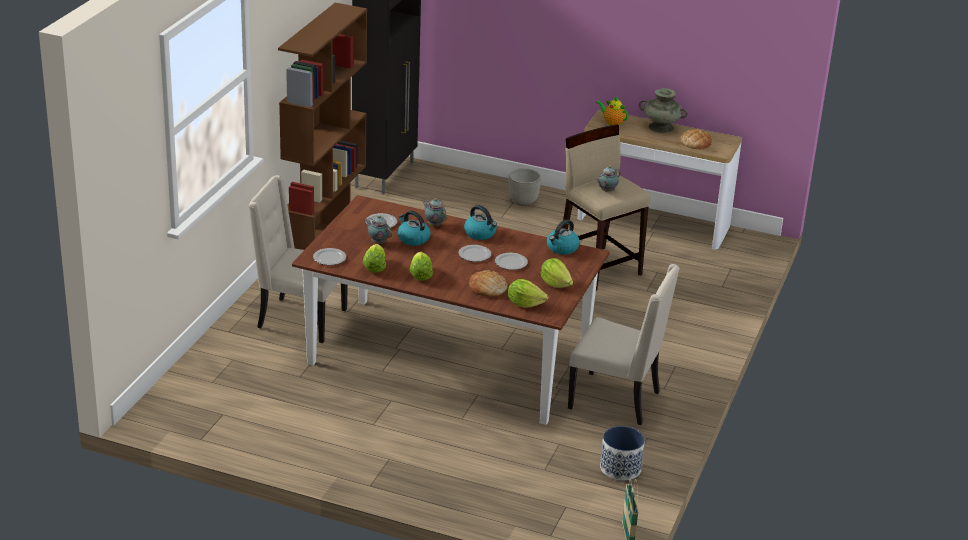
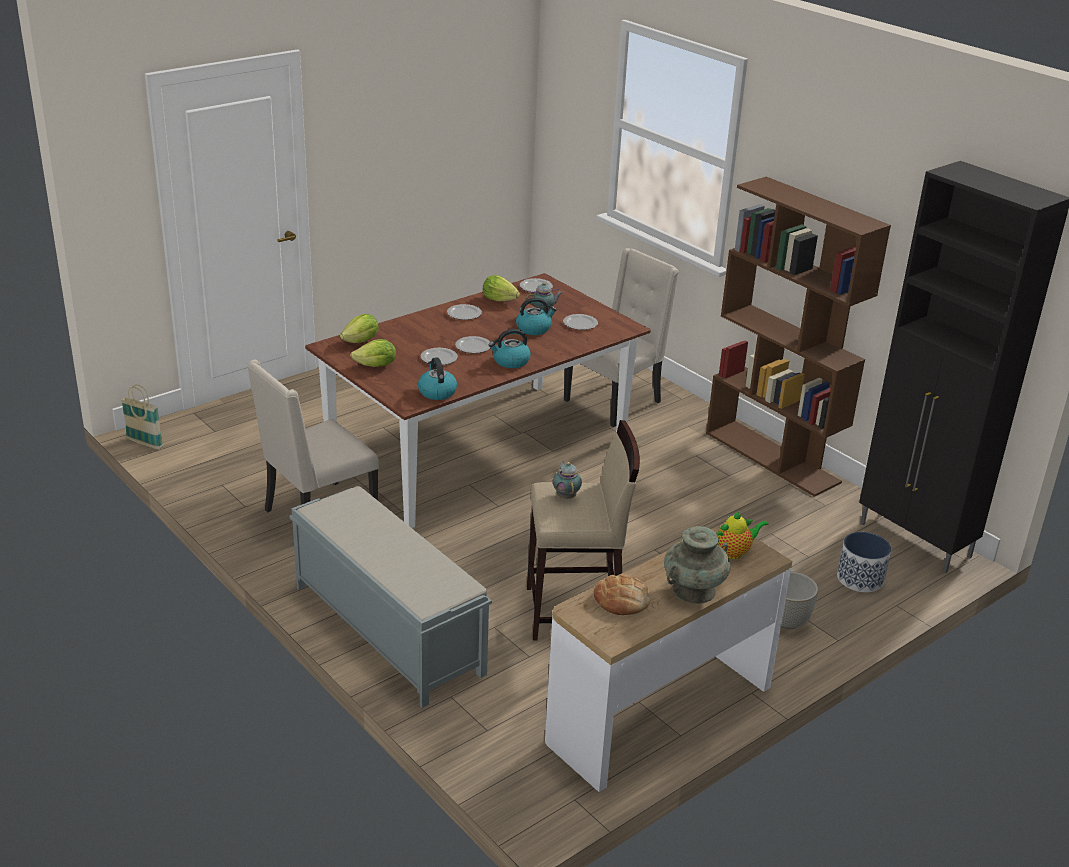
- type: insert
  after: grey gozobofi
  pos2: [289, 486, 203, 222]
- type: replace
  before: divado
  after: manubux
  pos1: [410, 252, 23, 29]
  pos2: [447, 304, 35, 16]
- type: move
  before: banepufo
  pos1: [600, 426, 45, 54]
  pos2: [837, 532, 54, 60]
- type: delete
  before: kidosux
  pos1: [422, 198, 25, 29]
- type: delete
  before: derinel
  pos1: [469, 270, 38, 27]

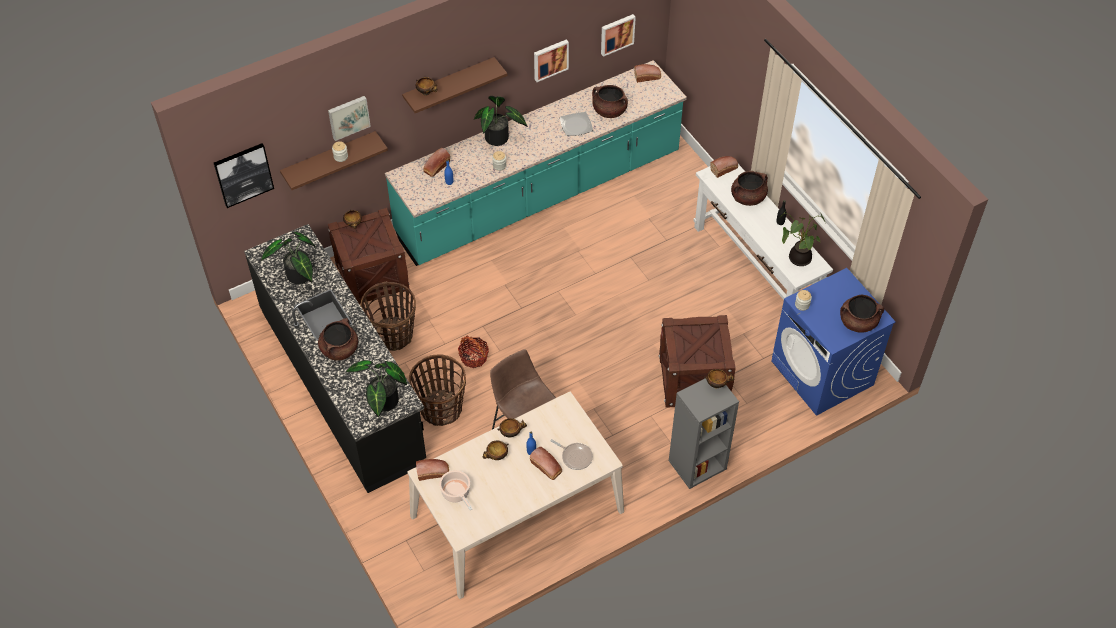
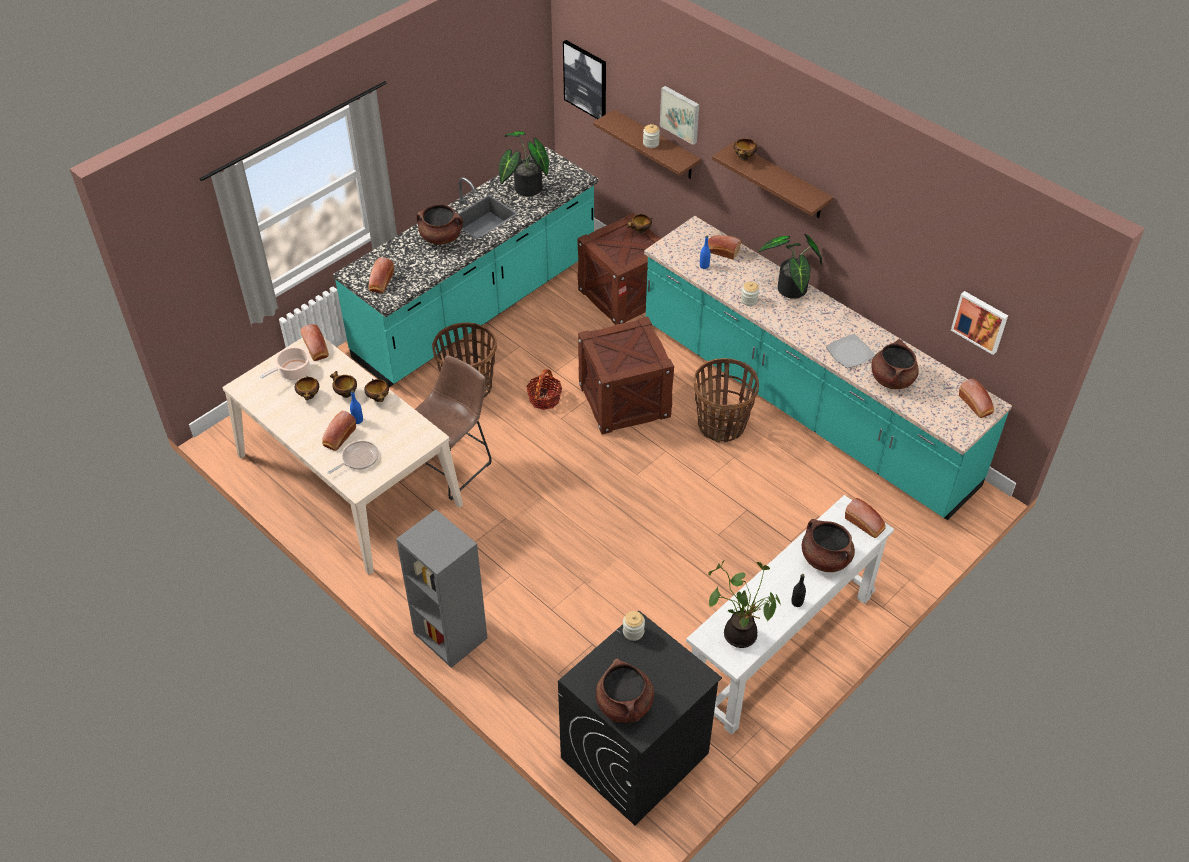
- type: move
  before: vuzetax
  pos1: [704, 369, 31, 20]
  pos2: [295, 376, 24, 24]
- type: rotate
  before: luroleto
  pos1: [550, 439, 43, 31]
  pos2: [327, 441, 52, 33]
  turn: -150
- type: recolor
  before: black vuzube
  after: turquoise vuzube
  pos1: [244, 224, 182, 269]
  pos2: [333, 146, 265, 241]
- type: replace
  before: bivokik
  after: derinel
  pos1: [346, 360, 61, 57]
  pos2: [369, 257, 25, 36]
- type: recolor
  before: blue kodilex
  after: black kodilex
  pos1: [771, 268, 125, 148]
  pos2: [558, 610, 164, 216]
- type: move
  before: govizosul
  pos1: [658, 315, 78, 93]
  pos2: [578, 316, 96, 119]
- type: move
  before: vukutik
  pos1: [361, 281, 55, 70]
  pos2: [693, 358, 66, 85]
- type: delete
  before: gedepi
  pos1: [534, 39, 35, 43]

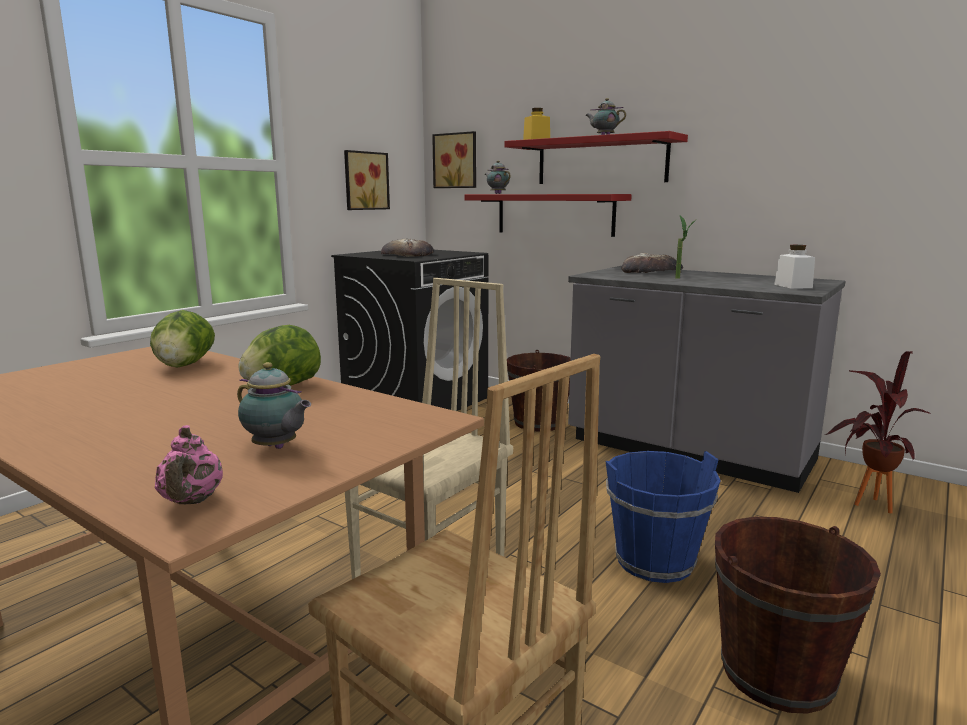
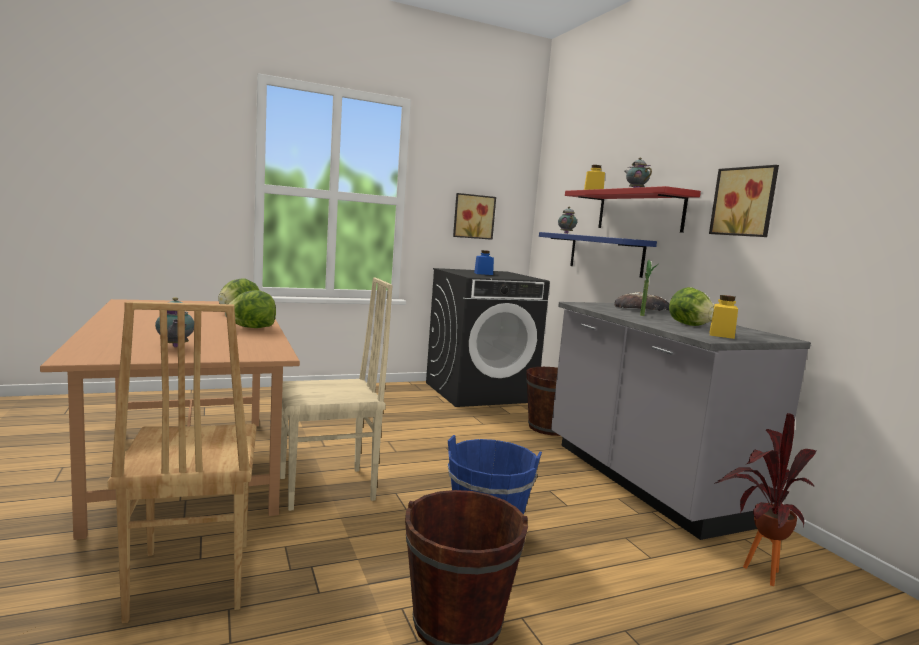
- type: replace
  before: derinel
  after: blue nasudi
  pos1: [381, 239, 53, 18]
  pos2: [474, 250, 20, 25]
- type: recolor
  before: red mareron
  after: blue mareron
  pos1: [465, 194, 167, 43]
  pos2: [539, 232, 118, 46]
- type: insert
  after: divado
  pos2: [669, 287, 45, 39]
- type: move
  before: gedepi
  pos1: [432, 131, 44, 57]
  pos2: [709, 165, 70, 72]
- type: recolor
  before: white nasudi
  after: yellow nasudi
  pos1: [774, 245, 41, 44]
  pos2: [710, 295, 28, 44]
- type: delete
  before: pink kidosux
  pos1: [155, 425, 68, 79]

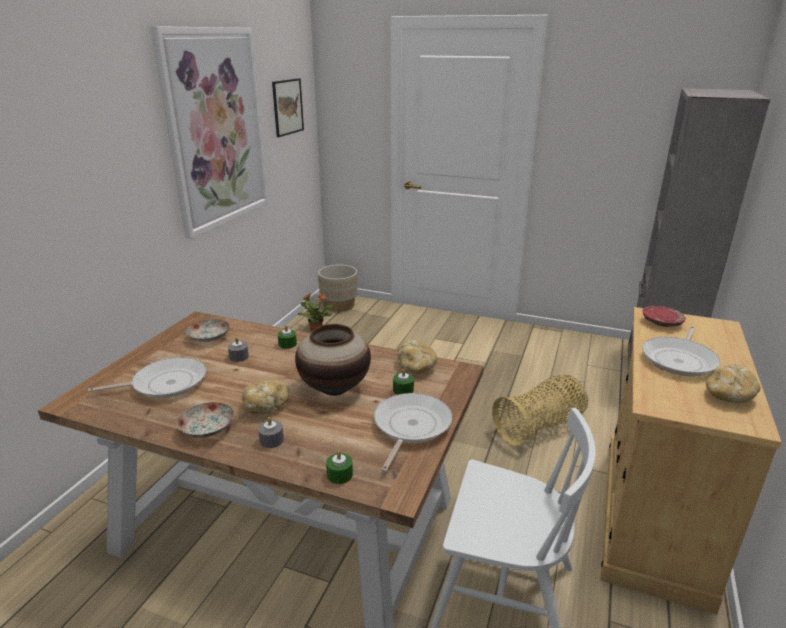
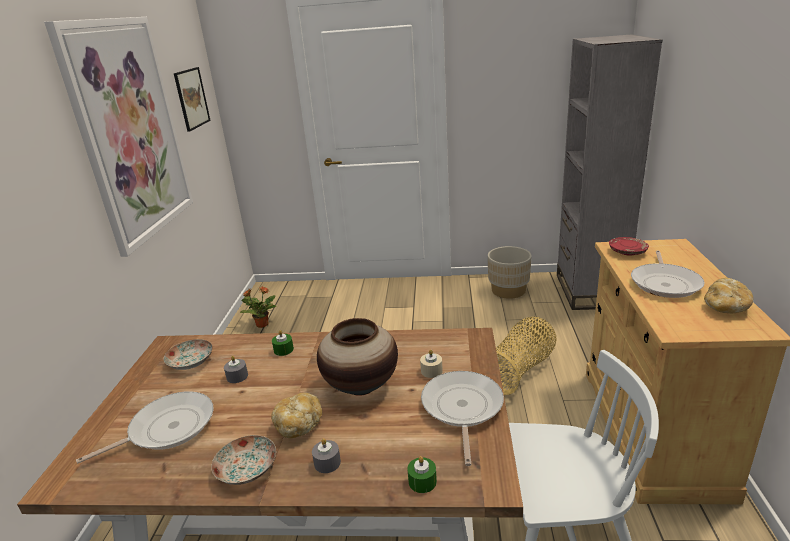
- type: recolor
  before: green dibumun
  after: beige dibumun
  pos1: [393, 369, 21, 26]
  pos2: [420, 349, 23, 29]
- type: move
  before: beige banepufo
  pos1: [318, 265, 39, 47]
  pos2: [488, 246, 44, 53]
- type: delete
  before: derinel
  pos1: [397, 340, 40, 34]

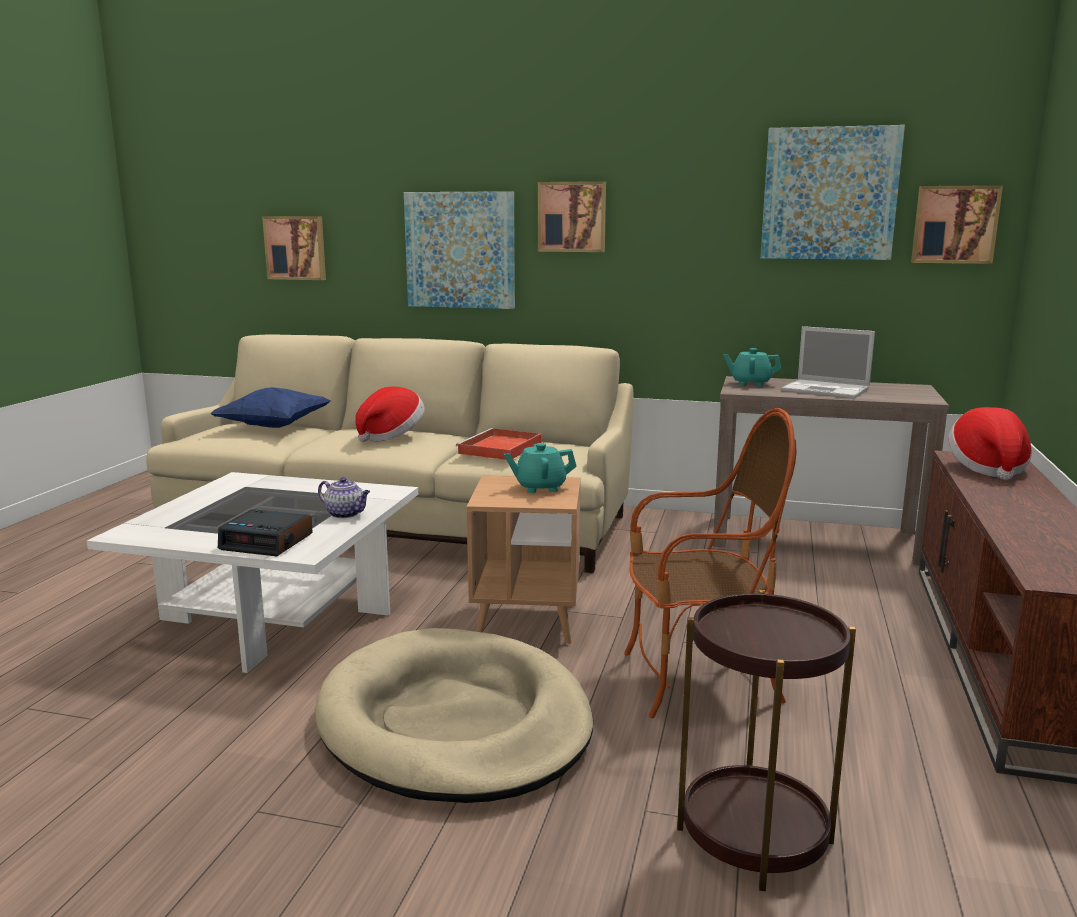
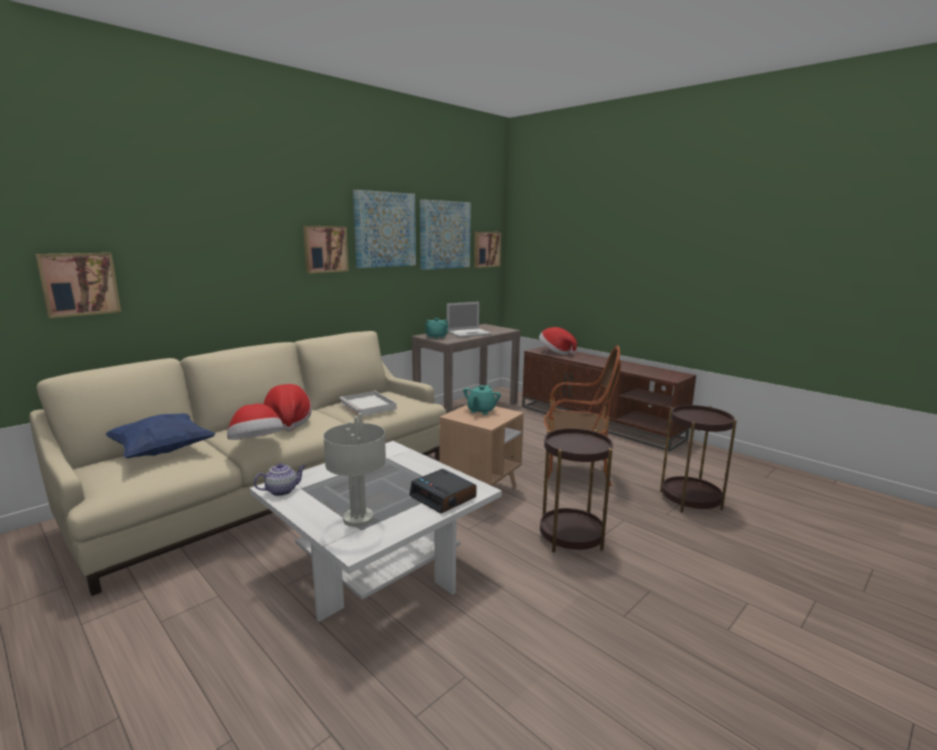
- type: insert
  after: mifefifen
  pos2: [227, 404, 57, 36]
- type: move
  before: kidosux
  pos1: [318, 477, 52, 41]
  pos2: [254, 463, 52, 33]
- type: insert
  after: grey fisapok
  pos2: [323, 413, 63, 114]
- type: recolor
  before: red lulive
  after: white lulive
  pos1: [456, 428, 86, 32]
  pos2: [339, 391, 58, 25]
- type: move
  before: gedepi
  pos1: [404, 191, 111, 118]
  pos2: [353, 190, 63, 78]
- type: rotate
  before: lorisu
  pos1: [218, 509, 95, 47]
  pos2: [409, 469, 68, 45]
  turn: 90
- type: replace
  before: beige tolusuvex
  after: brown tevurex
  pos1: [315, 628, 278, 175]
  pos2: [540, 428, 73, 124]
- type: rotate
  before: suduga
  pos1: [624, 408, 173, 310]
  pos2: [543, 346, 78, 140]
  turn: 75

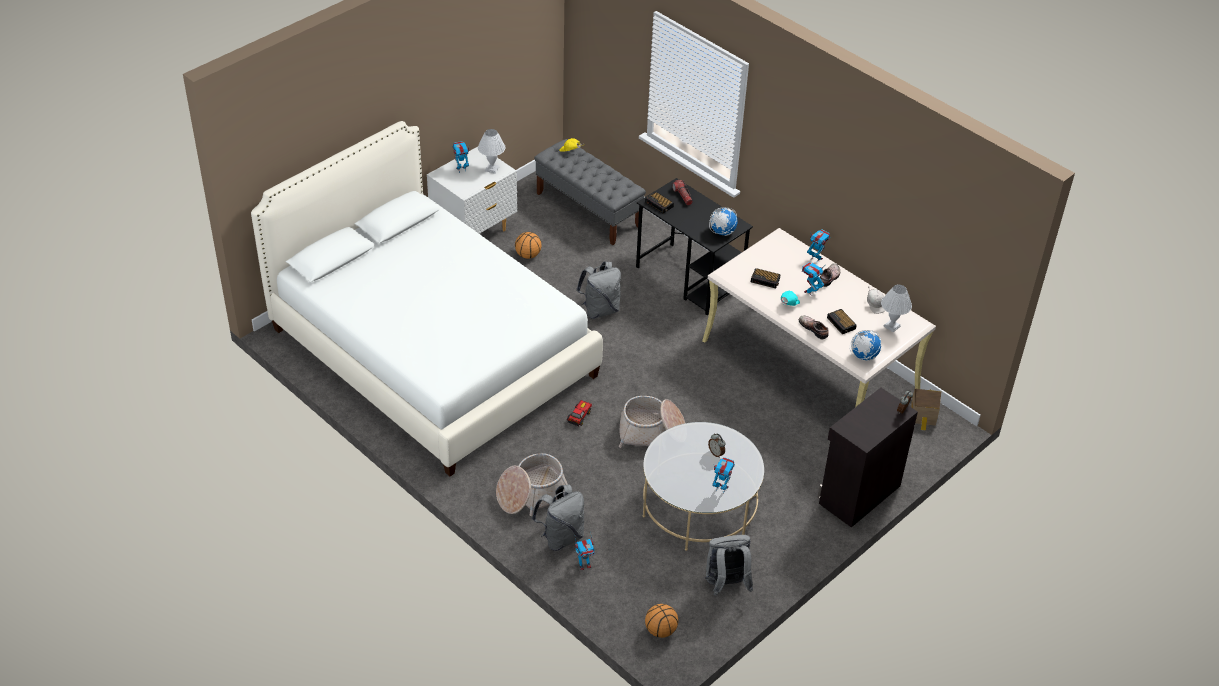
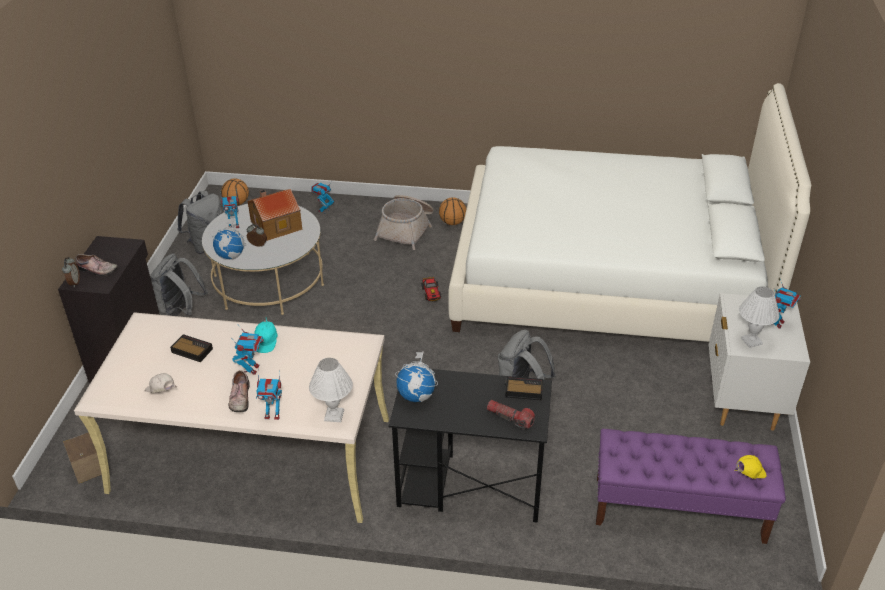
- type: move
  before: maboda
  pos1: [799, 316, 30, 23]
  pos2: [76, 254, 42, 22]
- type: move
  before: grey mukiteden
  pos1: [531, 484, 53, 67]
  pos2: [150, 253, 58, 63]
- type: move
  before: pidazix
  pos1: [850, 330, 31, 31]
  pos2: [212, 219, 34, 40]
- type: insert
  after: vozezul
  pos2: [247, 189, 55, 52]
- type: move
  before: white fisapok
  pos1: [881, 285, 31, 47]
  pos2: [309, 358, 44, 64]
- type: move
  before: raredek
  pos1: [515, 232, 27, 27]
  pos2: [439, 197, 27, 28]
- type: recolor
  before: grey gozobofi
  after: purple gozobofi
  pos1: [534, 139, 112, 106]
  pos2: [596, 429, 190, 115]
- type: delete
  before: vukutik
  pos1: [619, 396, 66, 52]
- type: delete
  before: lorisu
  pos1: [751, 268, 30, 21]

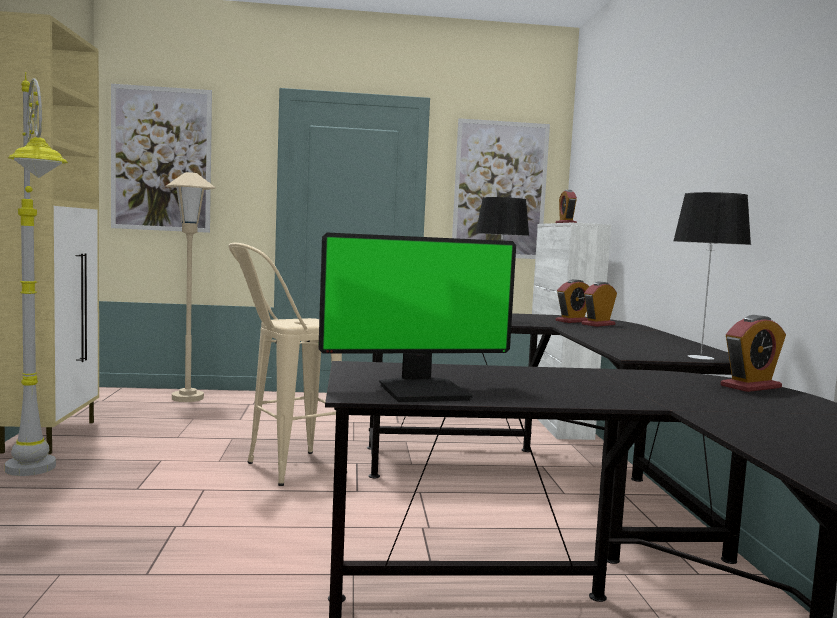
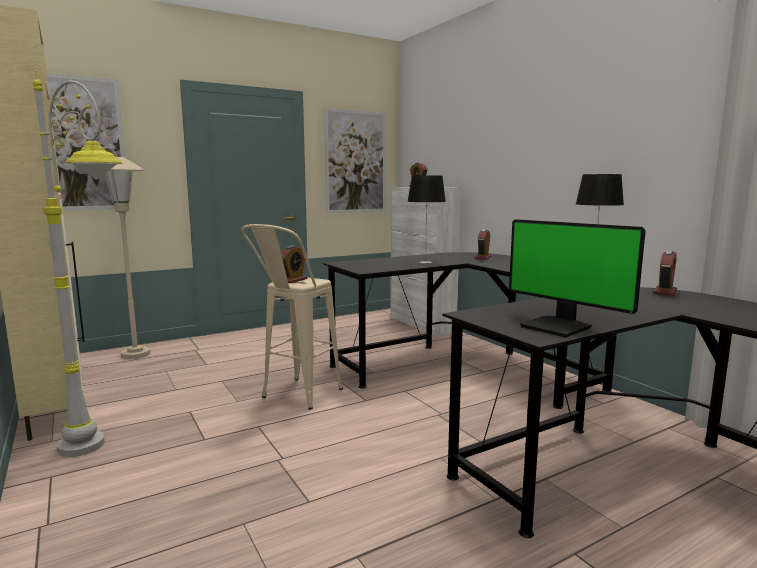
- type: move
  before: lorisu
  pos1: [556, 279, 34, 44]
  pos2: [281, 246, 26, 37]
- type: rotate
  before: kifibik
  pos1: [318, 232, 198, 170]
  pos2: [509, 219, 137, 119]
  turn: 90

